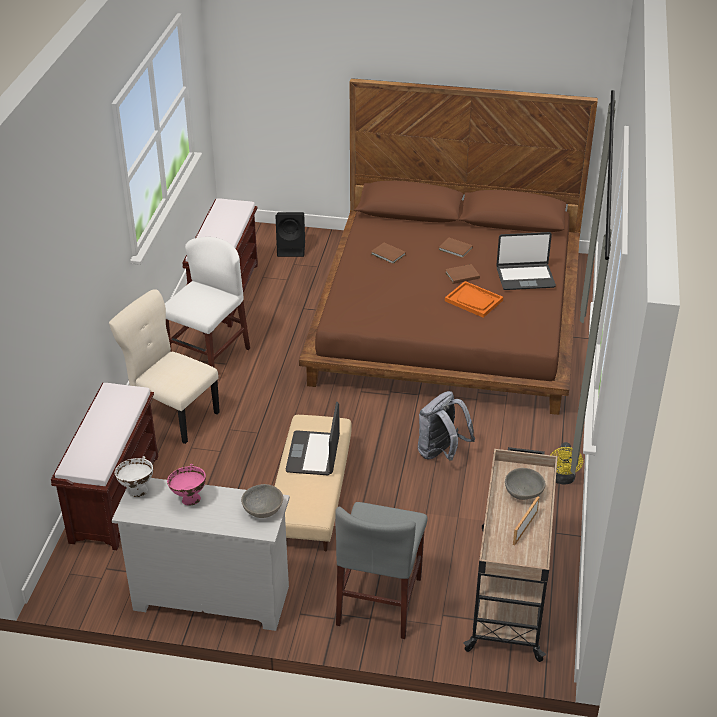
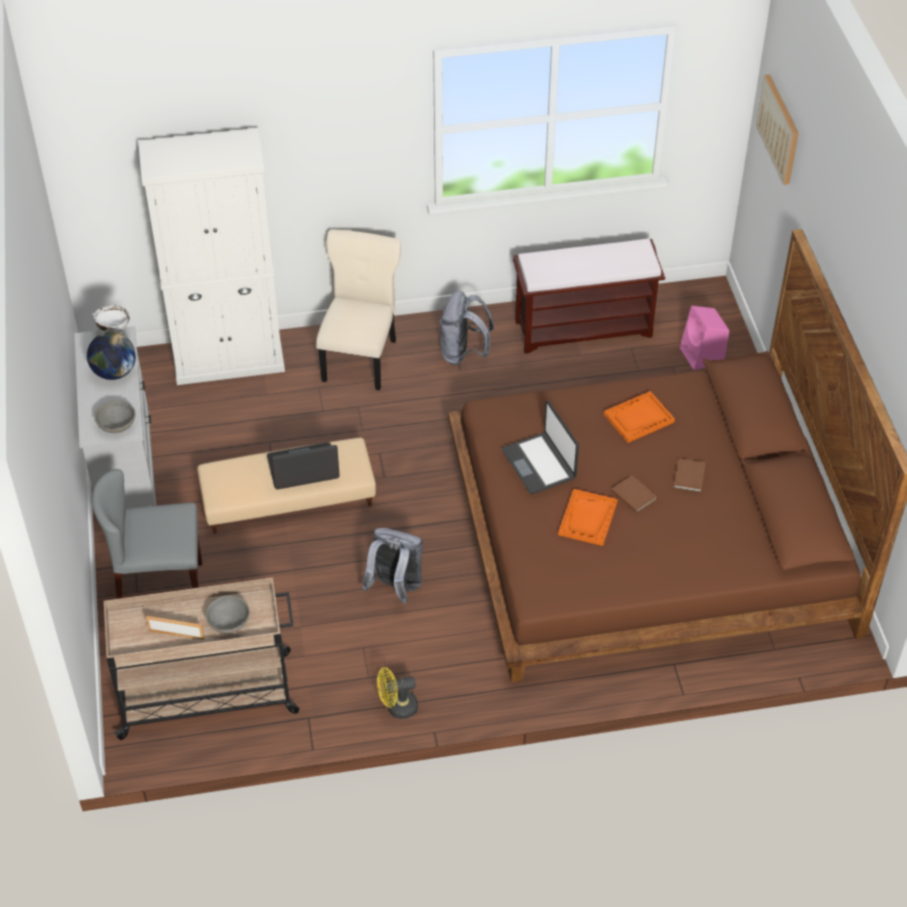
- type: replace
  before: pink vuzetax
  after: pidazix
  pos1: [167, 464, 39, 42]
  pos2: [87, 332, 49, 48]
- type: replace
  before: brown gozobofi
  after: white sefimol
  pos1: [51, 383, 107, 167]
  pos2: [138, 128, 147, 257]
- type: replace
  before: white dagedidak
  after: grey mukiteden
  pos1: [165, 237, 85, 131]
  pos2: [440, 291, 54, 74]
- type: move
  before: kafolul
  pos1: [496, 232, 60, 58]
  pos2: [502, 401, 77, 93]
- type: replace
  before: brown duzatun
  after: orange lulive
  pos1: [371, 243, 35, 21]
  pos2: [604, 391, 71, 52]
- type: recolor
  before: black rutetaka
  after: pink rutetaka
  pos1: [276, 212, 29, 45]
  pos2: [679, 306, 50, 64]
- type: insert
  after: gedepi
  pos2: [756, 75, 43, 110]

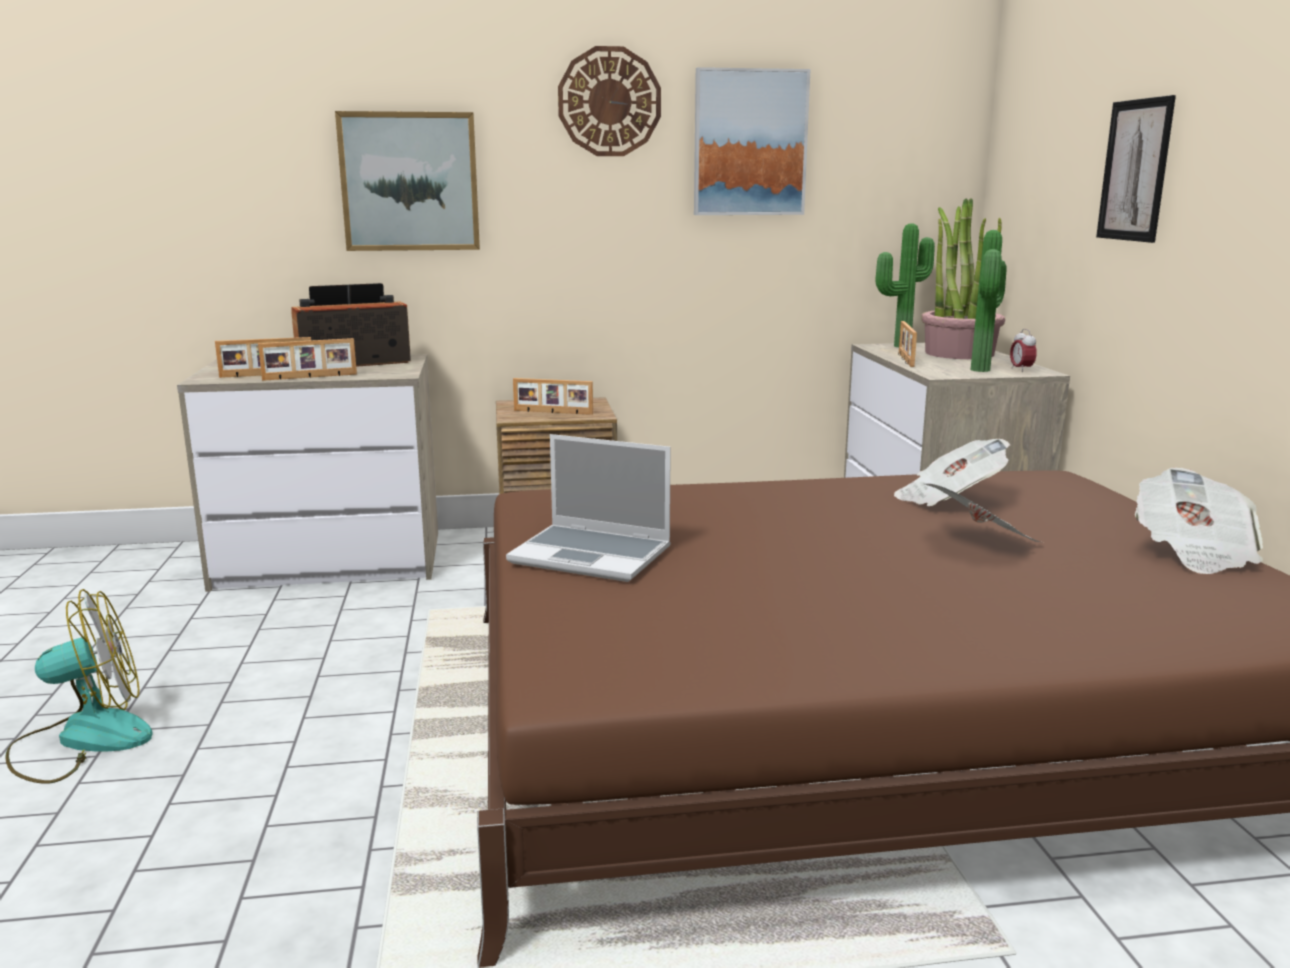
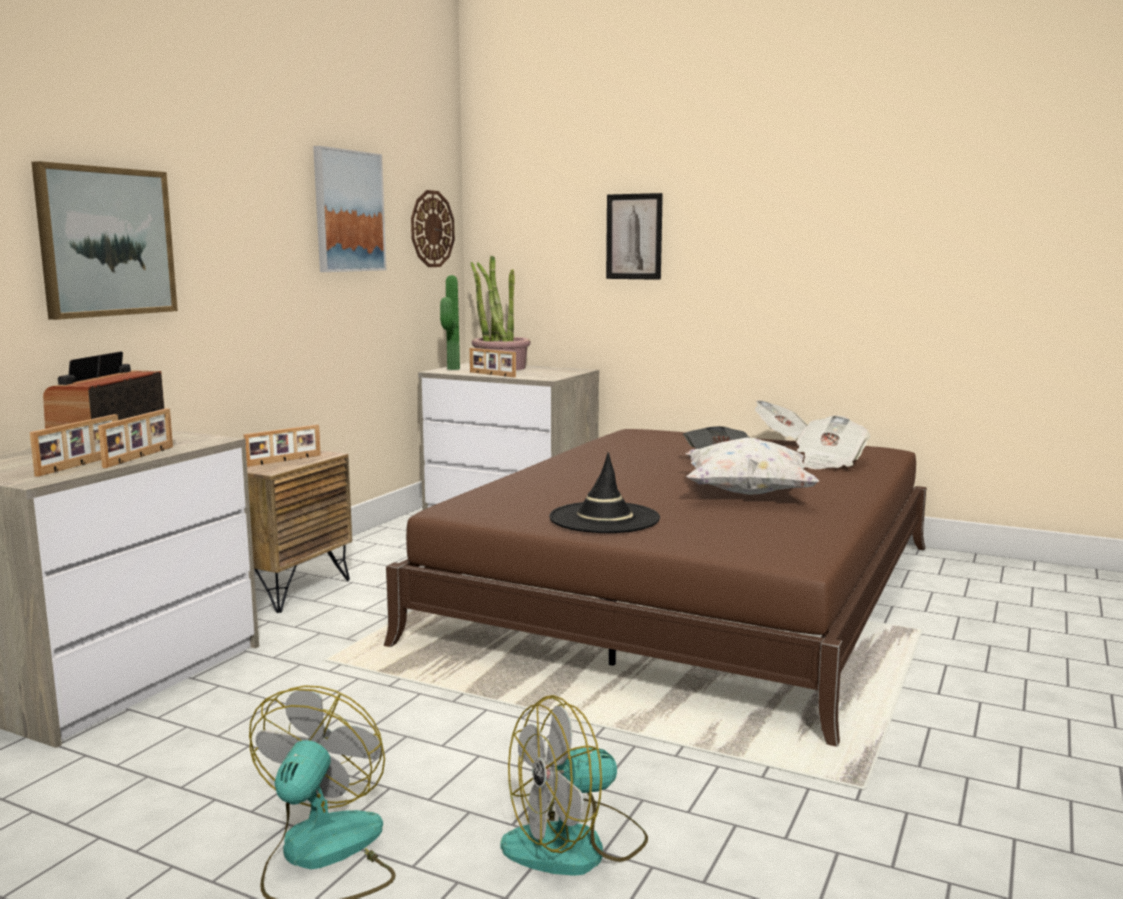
- type: move
  before: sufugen
  pos1: [558, 46, 103, 110]
  pos2: [411, 190, 44, 77]
- type: insert
  after: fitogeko
  pos2: [500, 695, 148, 181]
- type: replace
  before: kafolul
  after: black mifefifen
  pos1: [506, 434, 165, 148]
  pos2: [549, 452, 111, 81]
- type: insert
  after: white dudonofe
  pos2: [685, 437, 134, 58]
- type: move
  before: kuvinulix
  pos1: [894, 439, 116, 67]
  pos2: [796, 415, 74, 54]
- type: delete
  before: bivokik
  pos1: [971, 230, 36, 142]
- type: delete
  before: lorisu
  pos1: [1010, 329, 27, 43]

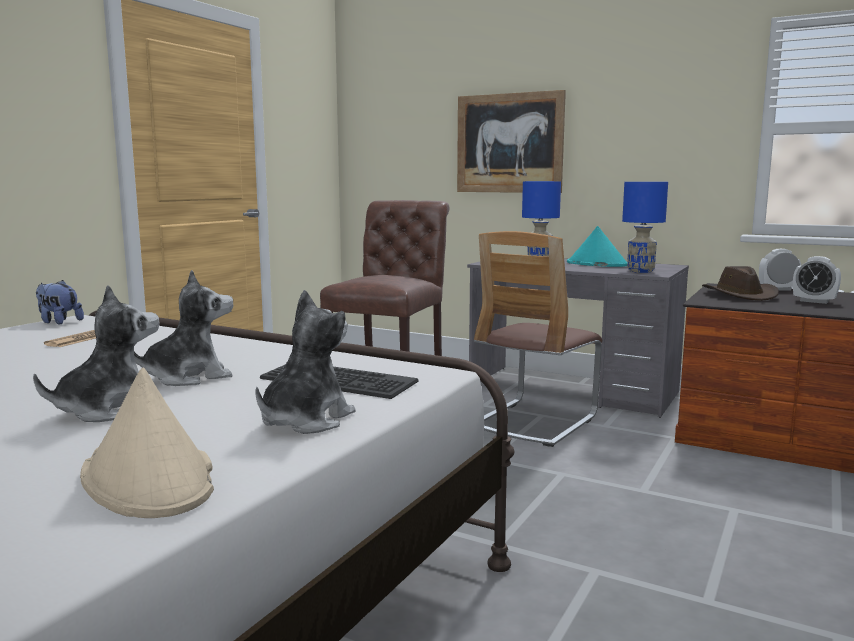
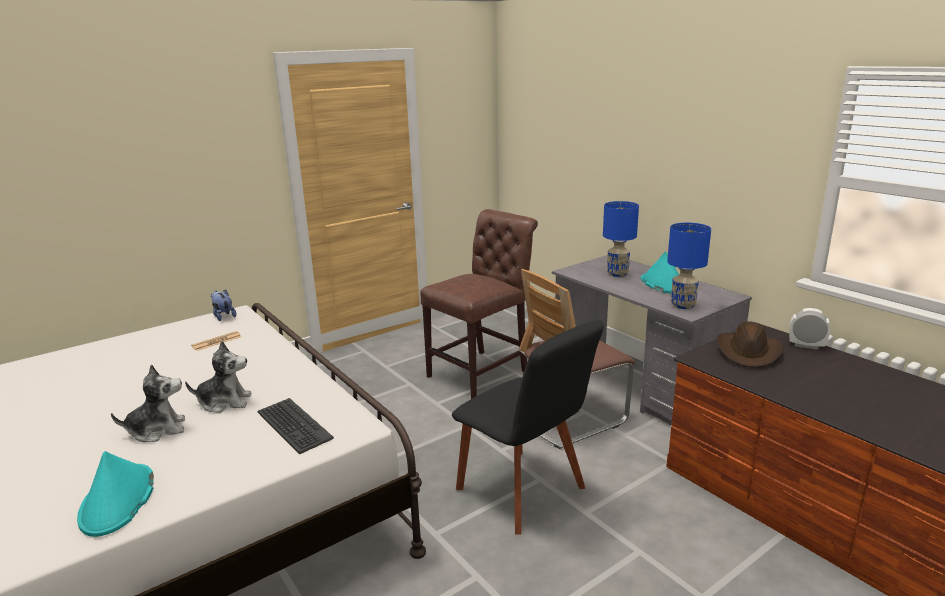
- type: recolor
  before: beige mifefifen
  after: turquoise mifefifen
  pos1: [80, 367, 134, 151]
  pos2: [77, 451, 77, 86]
- type: insert
  after: black dagedidak
  pos2: [452, 320, 152, 215]
- type: delete
  before: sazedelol
  pos1: [255, 290, 101, 144]
- type: delete
  before: gedepi
  pos1: [457, 90, 109, 103]
- type: delete
  before: lorisu
  pos1: [793, 256, 48, 48]

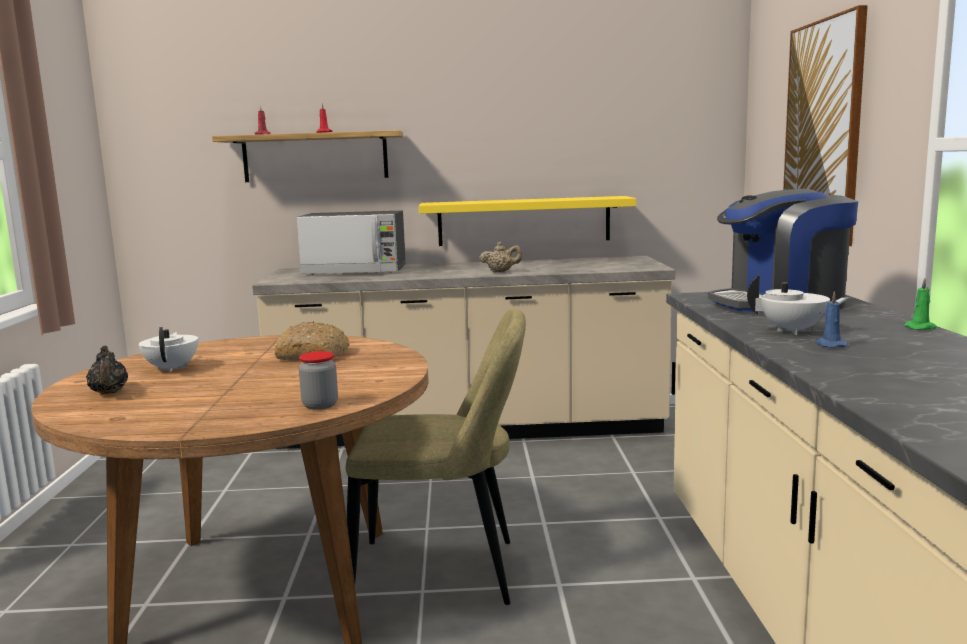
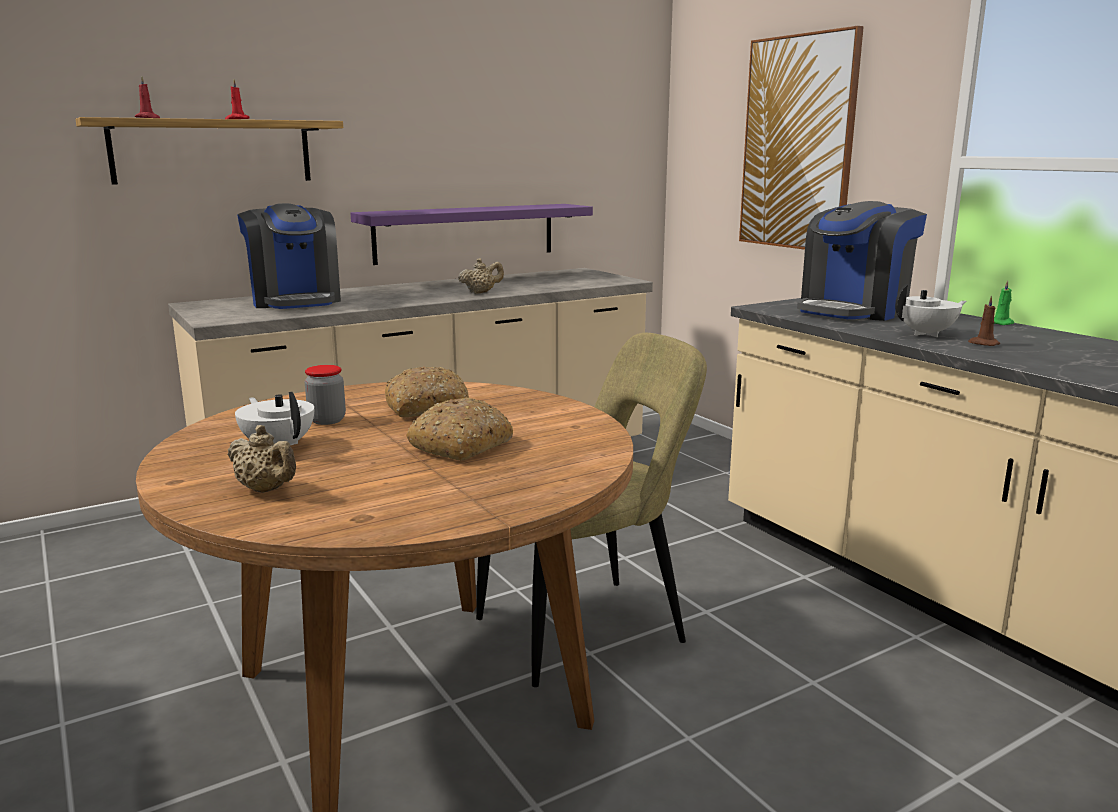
- type: recolor
  before: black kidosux
  after: beige kidosux
  pos1: [86, 346, 42, 48]
  pos2: [227, 425, 69, 68]
- type: replace
  before: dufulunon
  after: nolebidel
  pos1: [297, 211, 109, 64]
  pos2: [237, 203, 104, 106]
- type: move
  before: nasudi
  pos1: [299, 351, 39, 59]
  pos2: [305, 365, 41, 60]
- type: recolor
  before: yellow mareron
  after: purple mareron
  pos1: [419, 196, 217, 50]
  pos2: [351, 204, 242, 61]
- type: insert
  after: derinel
  pos2: [406, 398, 107, 62]
- type: recolor
  before: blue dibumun
  after: brown dibumun
  pos1: [815, 291, 33, 57]
  pos2: [968, 296, 32, 50]

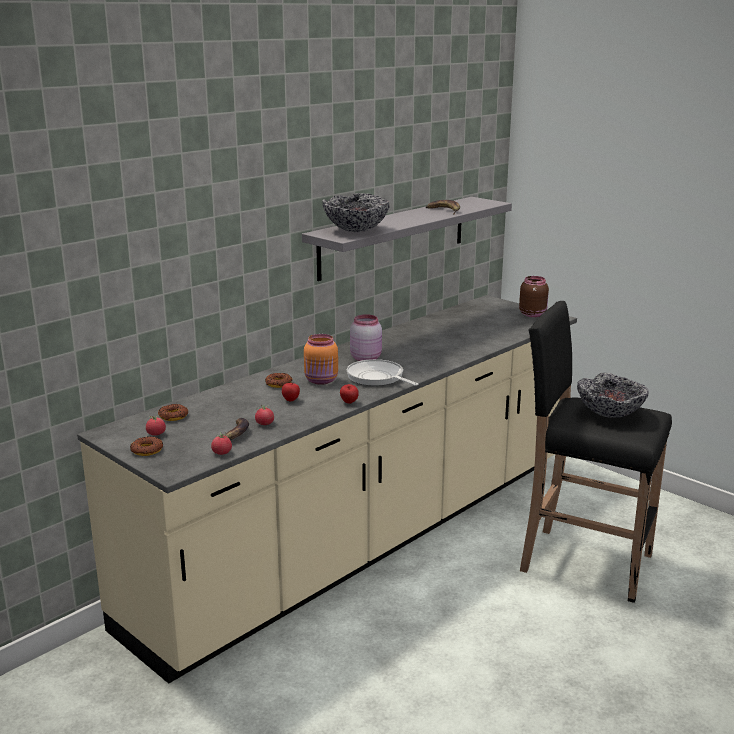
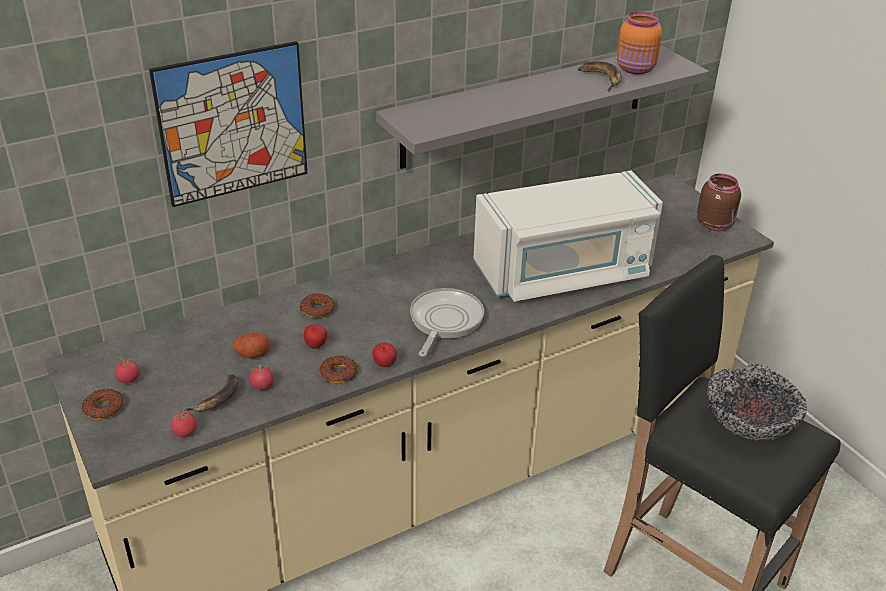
- type: insert
  after: gedepi
  pos2: [149, 41, 159, 166]
- type: insert
  after: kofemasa
  pos2: [233, 333, 37, 26]
- type: move
  before: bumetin
  pos1: [158, 404, 30, 17]
  pos2: [319, 356, 38, 28]
- type: rotate
  before: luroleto
  pos1: [347, 359, 71, 27]
  pos2: [410, 288, 74, 69]
  turn: 45
- type: insert
  after: white dufulunon
  pos2: [473, 170, 190, 132]
- type: move
  before: orange nasudi
  pos1: [304, 334, 34, 51]
  pos2: [617, 11, 45, 64]
- type: delete
  before: vuzetax
  pos1: [322, 193, 68, 39]
- type: delete
  before: pink nasudi
  pos1: [350, 314, 32, 47]

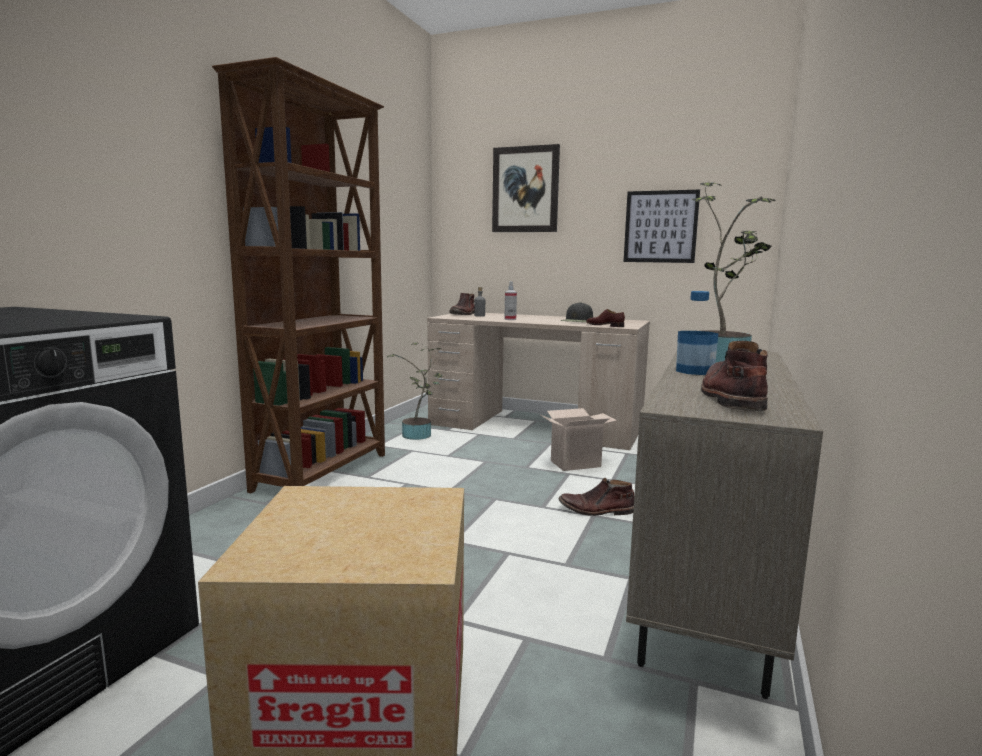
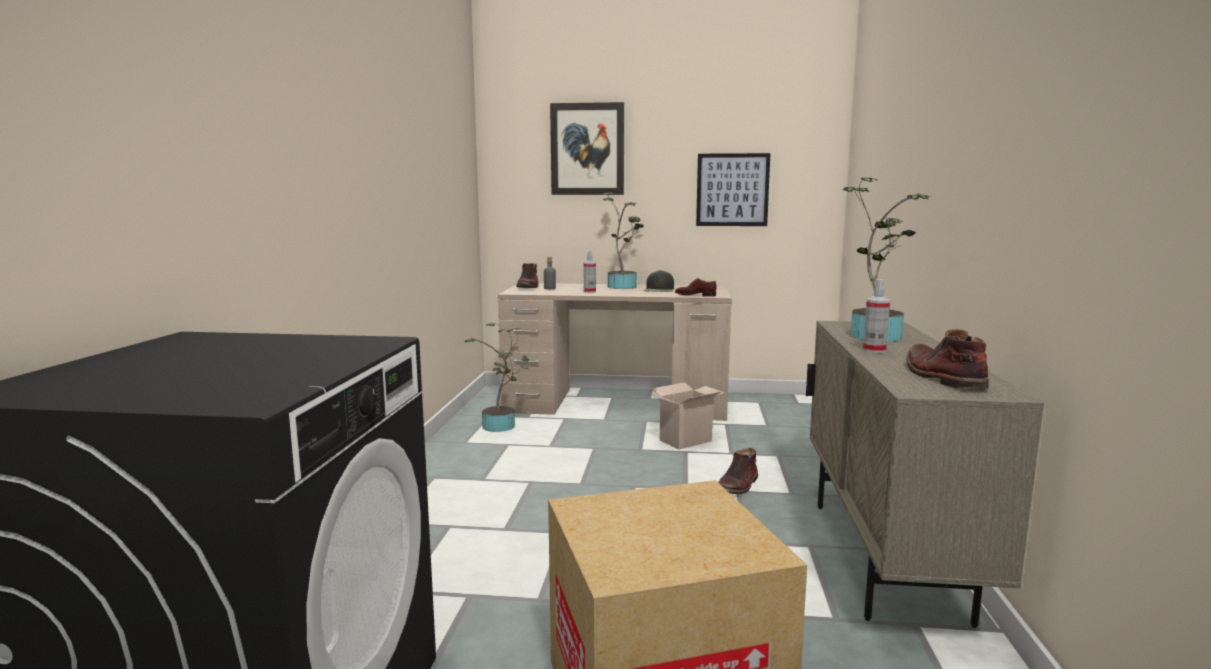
- type: insert
  after: bivokik
  pos2: [603, 192, 40, 97]
- type: rotate
  before: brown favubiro
  pos1: [559, 478, 75, 38]
  pos2: [718, 448, 40, 46]
  turn: -45
- type: replace
  before: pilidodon
  after: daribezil
  pos1: [676, 291, 43, 84]
  pos2: [863, 279, 27, 74]
- type: delete
  before: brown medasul
  pos1: [212, 57, 173, 436]

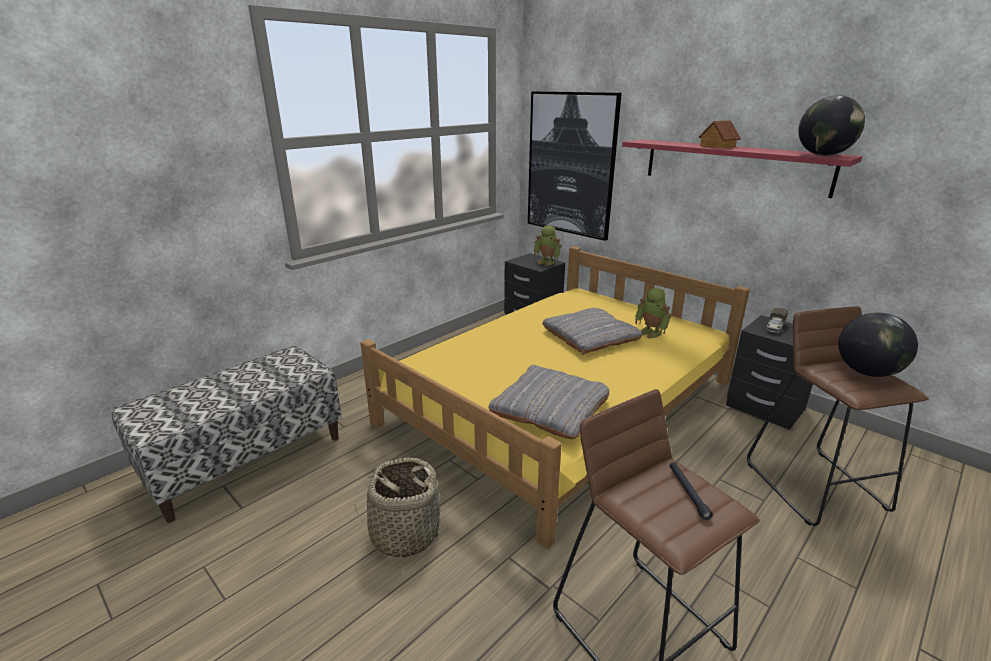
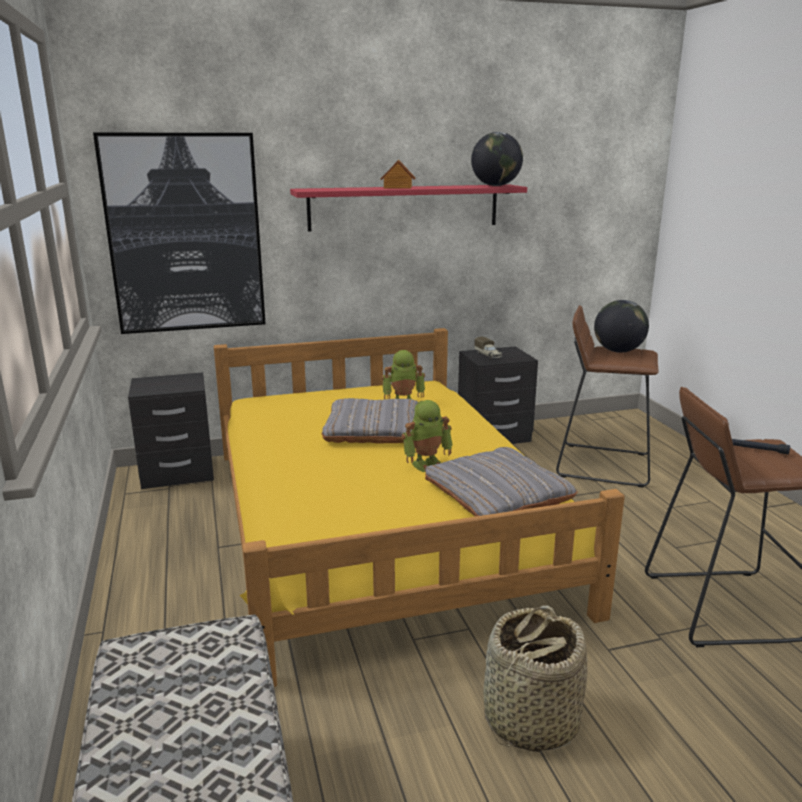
- type: move
  before: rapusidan
  pos1: [534, 225, 28, 41]
  pos2: [401, 400, 52, 72]

